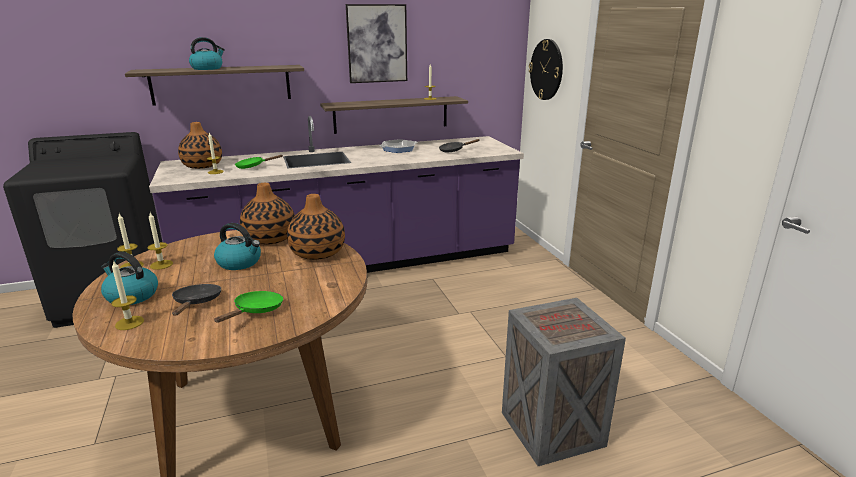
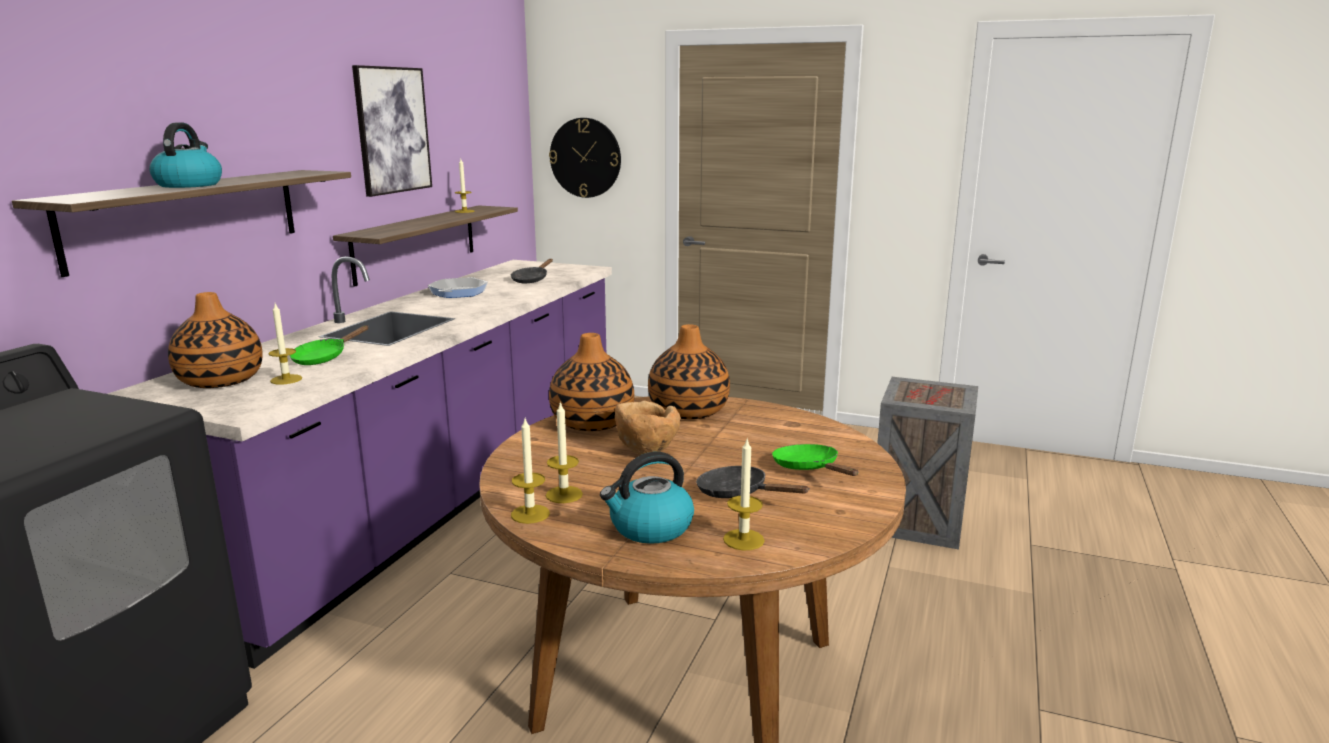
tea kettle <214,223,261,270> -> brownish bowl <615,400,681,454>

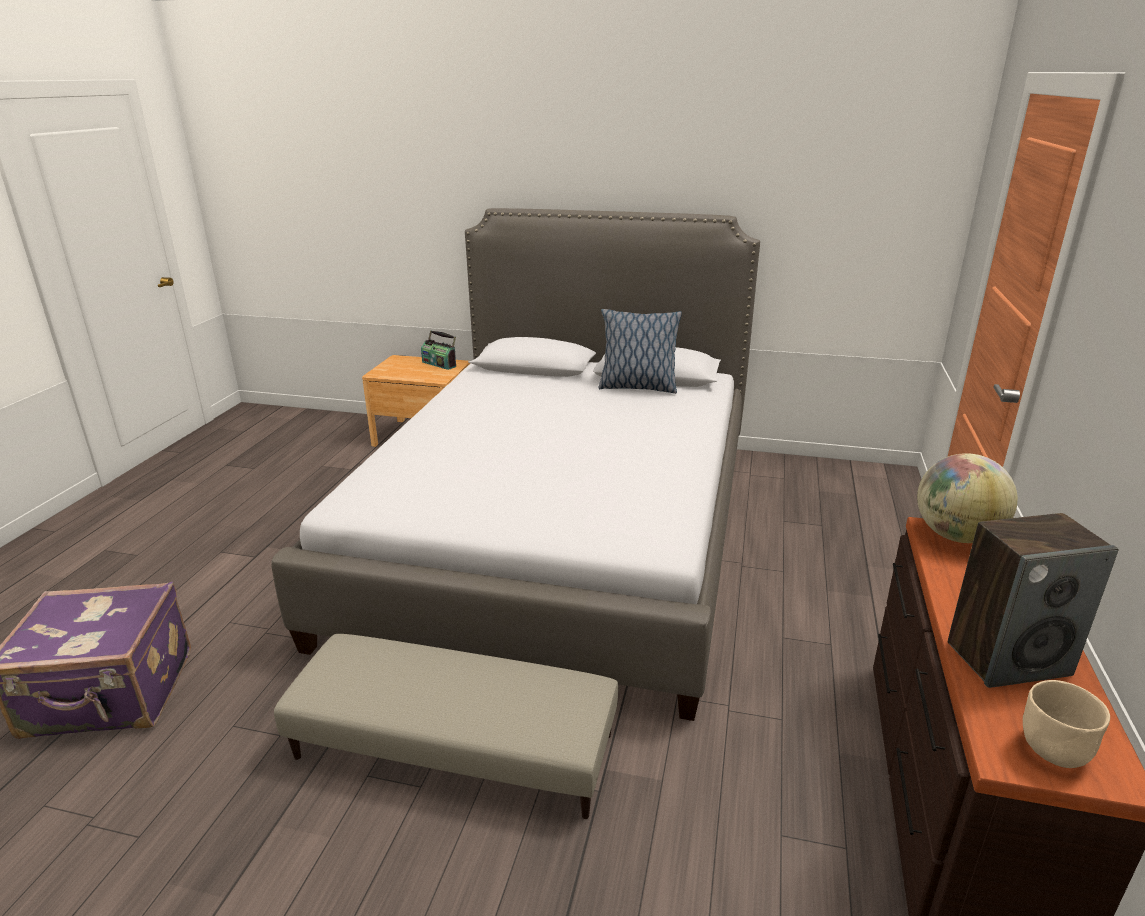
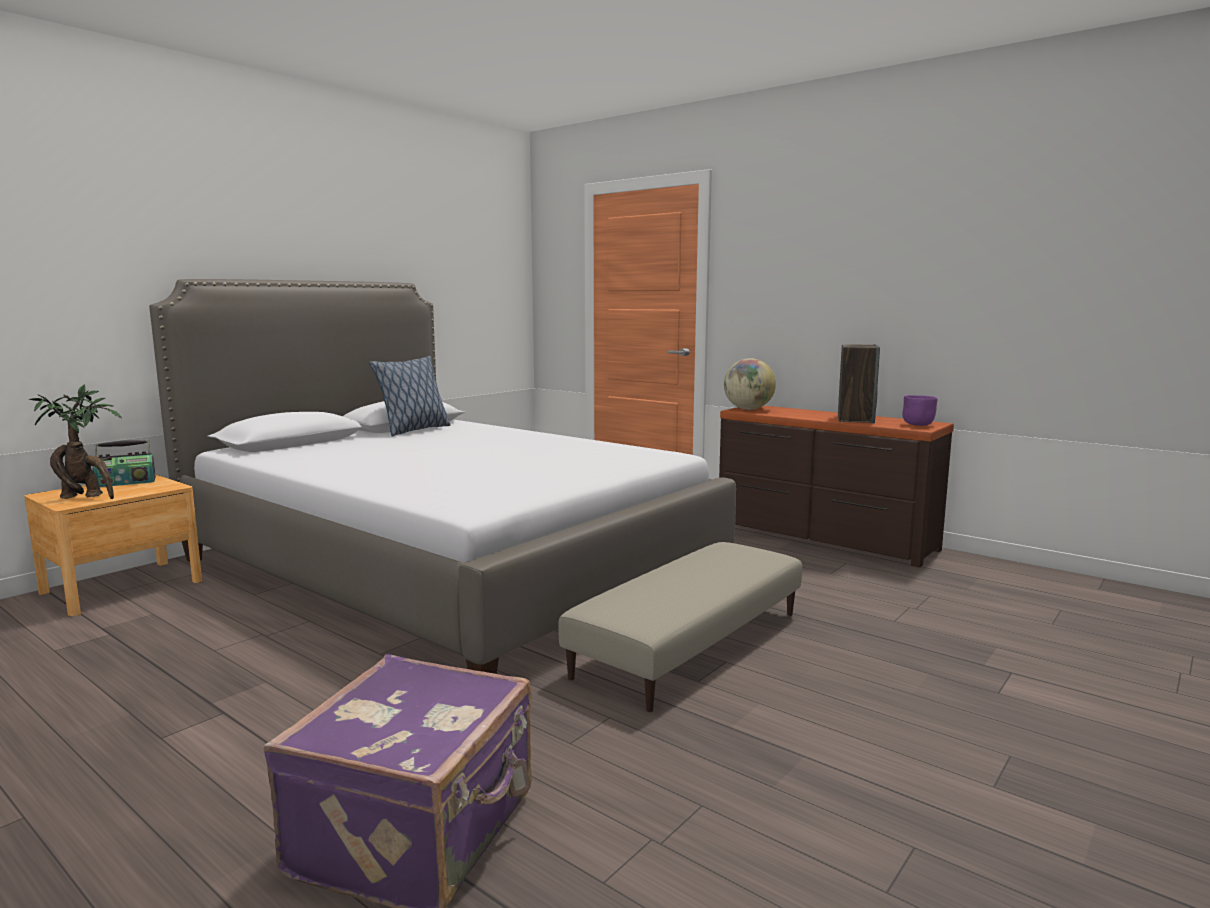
none -> houseplant <29,384,122,499>
sand-coloured bowl <1023,680,1110,768> -> purple-coloured bowl <902,395,937,426>

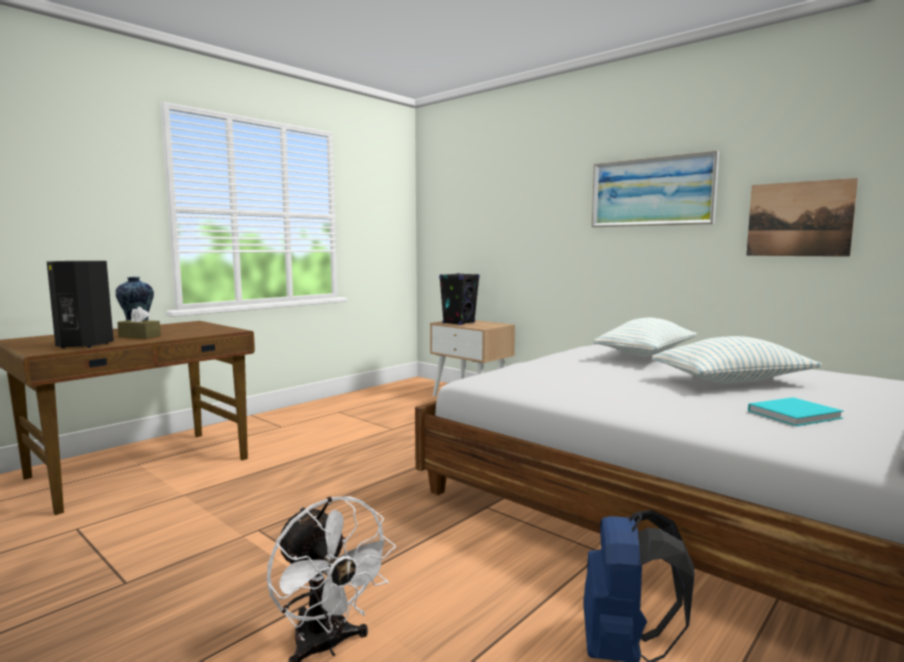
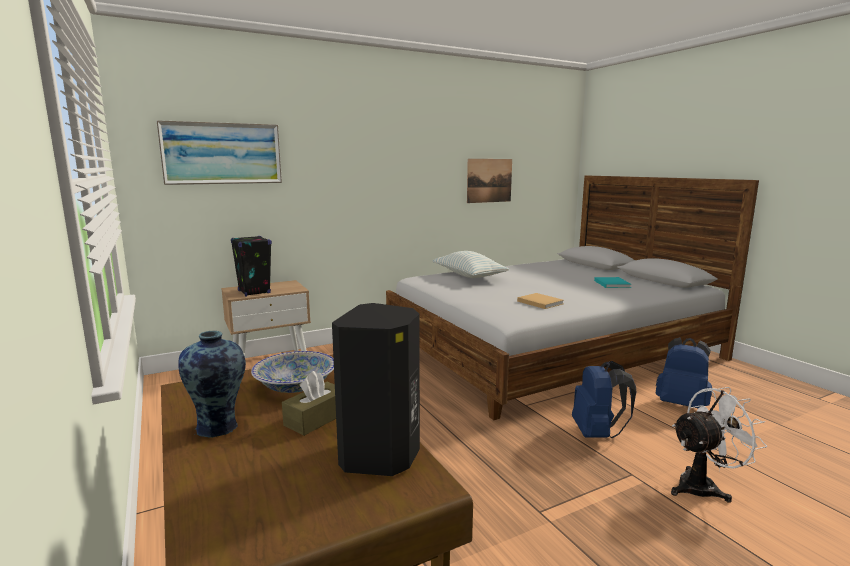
throw pillow <652,336,822,383> -> none
none -> bowl <251,351,334,393>
none -> sand-coloured bound book <517,293,563,309>
none -> blue-coloured knapsack <572,361,636,438>
picture <592,151,719,227> -> picture <156,120,282,185>, moved

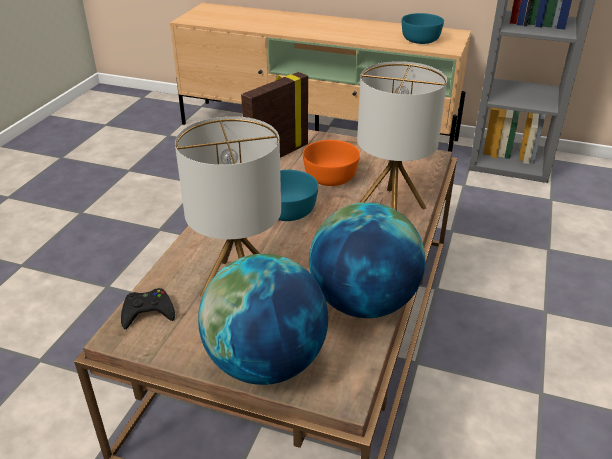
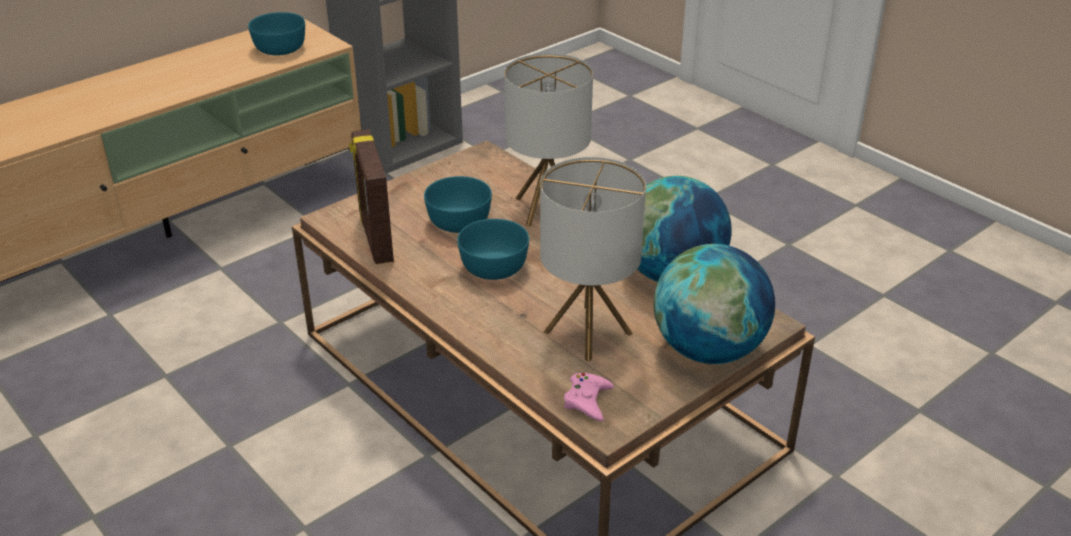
blackish game controller <121,288,175,329> -> pink game controller <564,373,614,421>
orange-coloured bowl <303,140,360,186> -> turquoise bowl <424,176,492,233>

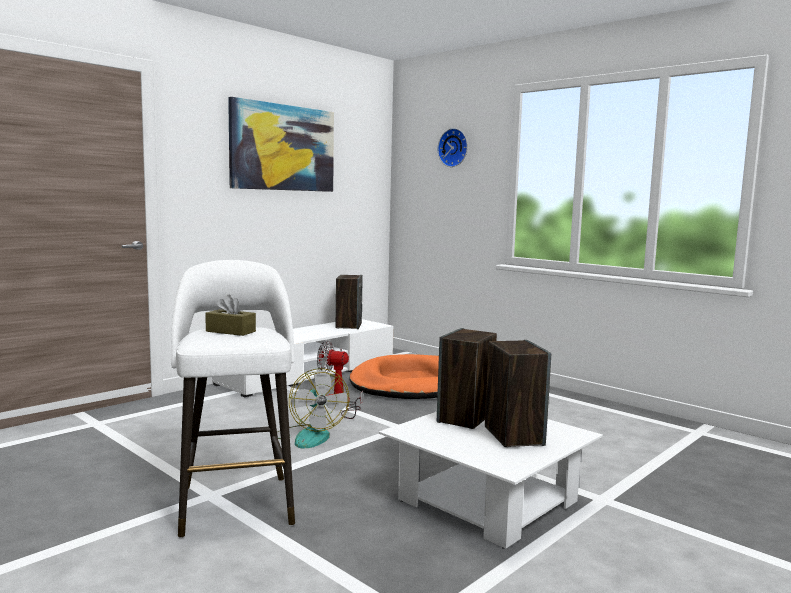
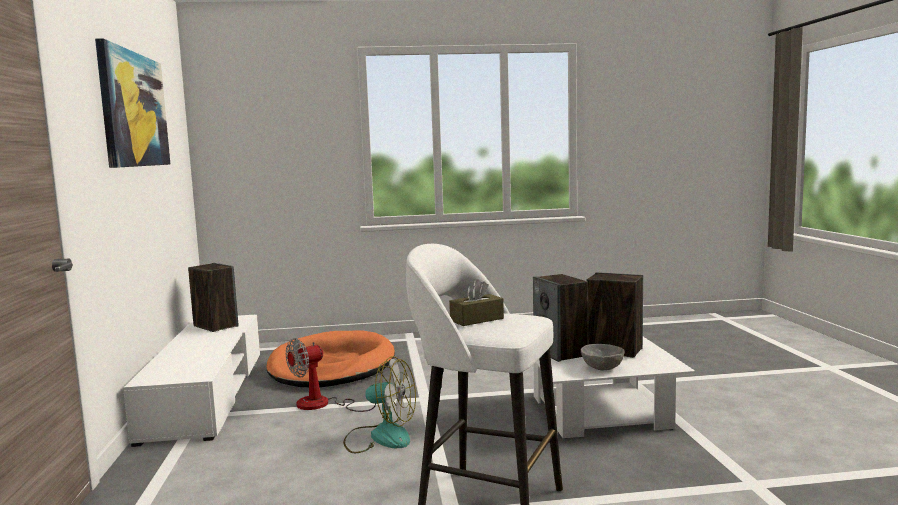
clock on the wall <438,128,468,167> -> none
none -> grey bowl <581,344,625,370>

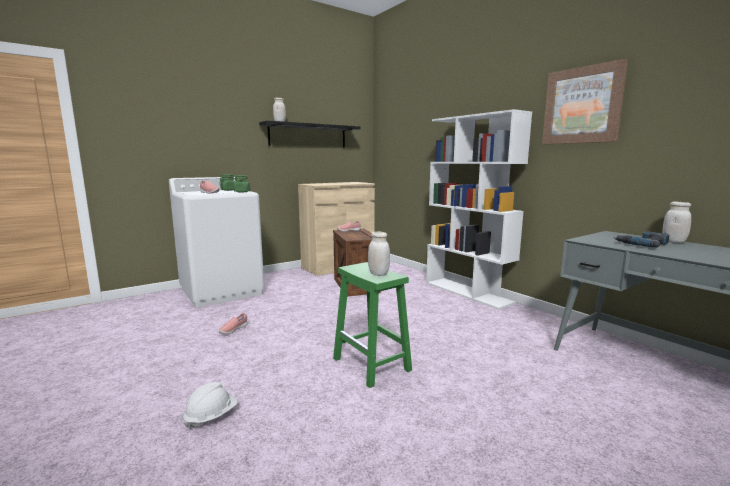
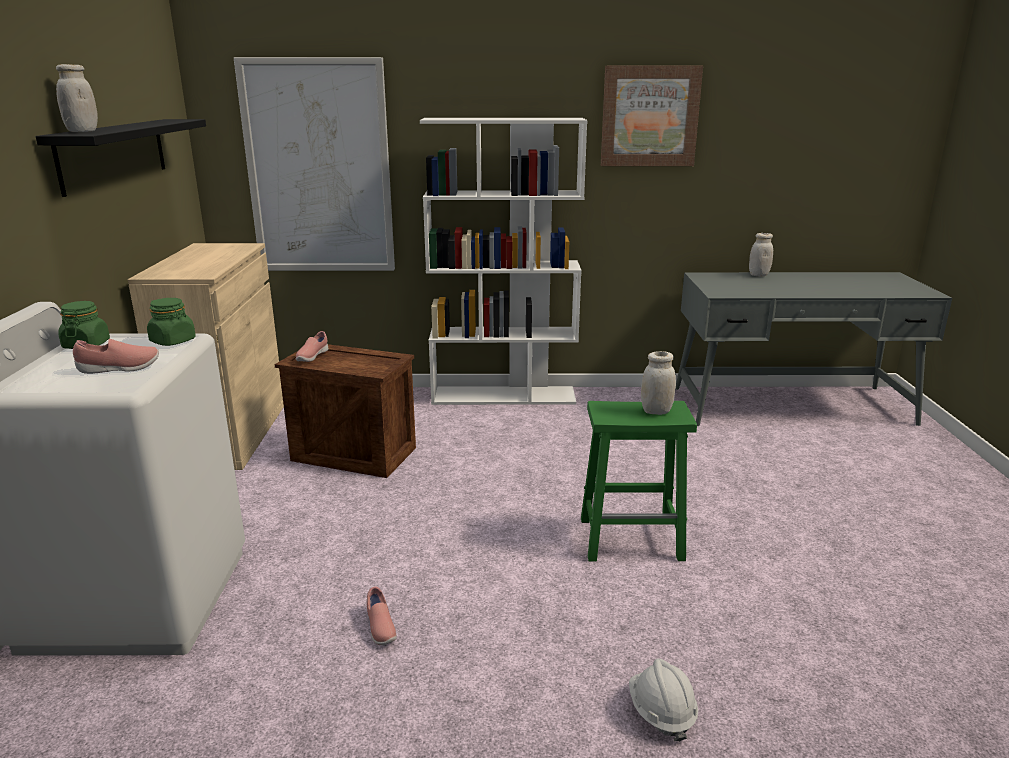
drill <613,231,669,248> -> none
none -> picture <234,57,395,271>

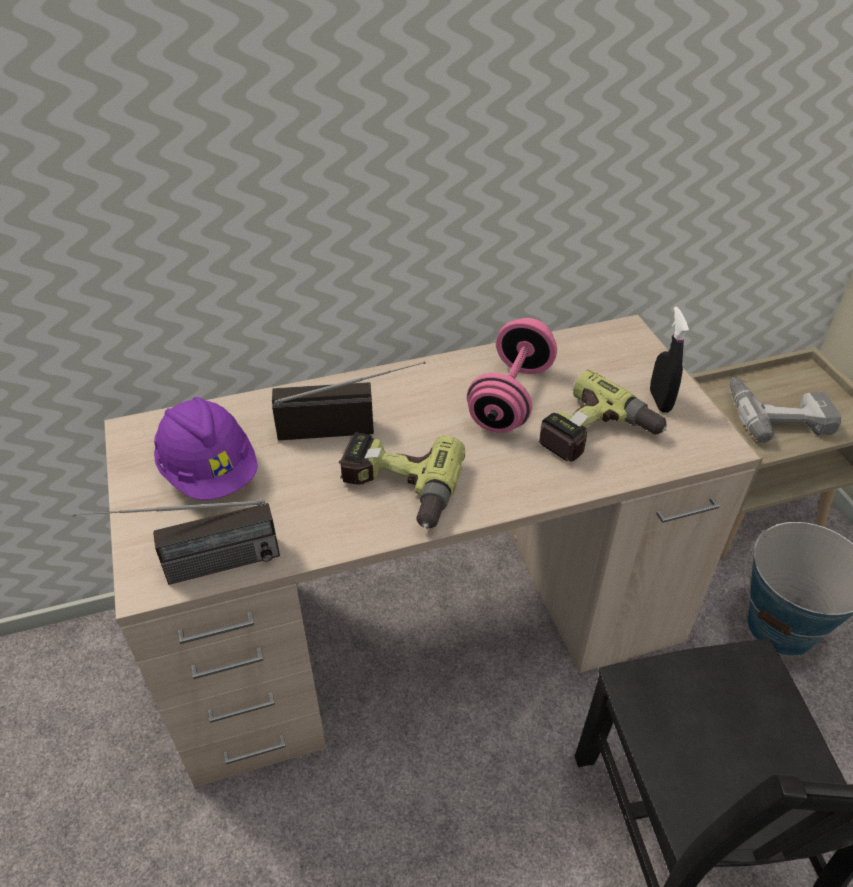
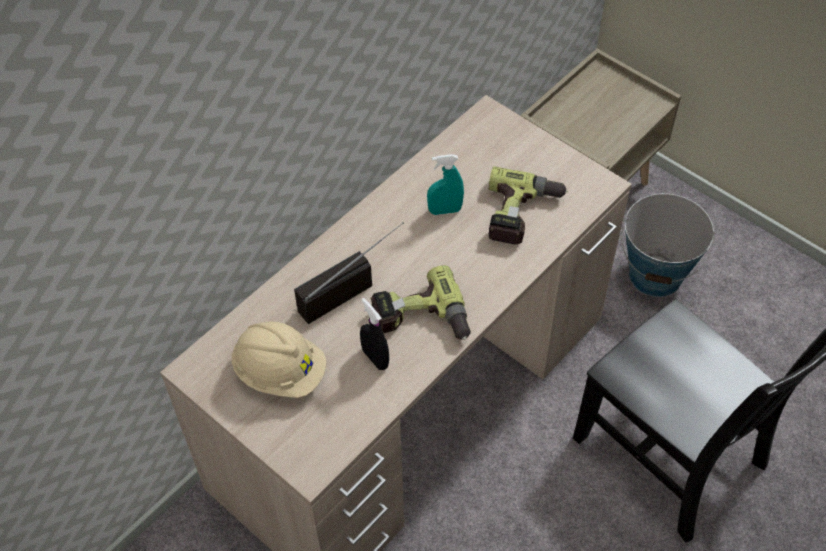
radio set <73,500,280,585> -> none
drill <730,377,841,443> -> none
blackish hand sprayer <650,307,689,413> -> blackish hand sprayer <360,298,389,370>, moved
pink dumbbell <467,318,557,433> -> turquoise hand sprayer <427,154,464,215>
purple-coloured safety helmet <154,397,258,500> -> sand-coloured safety helmet <232,321,326,398>

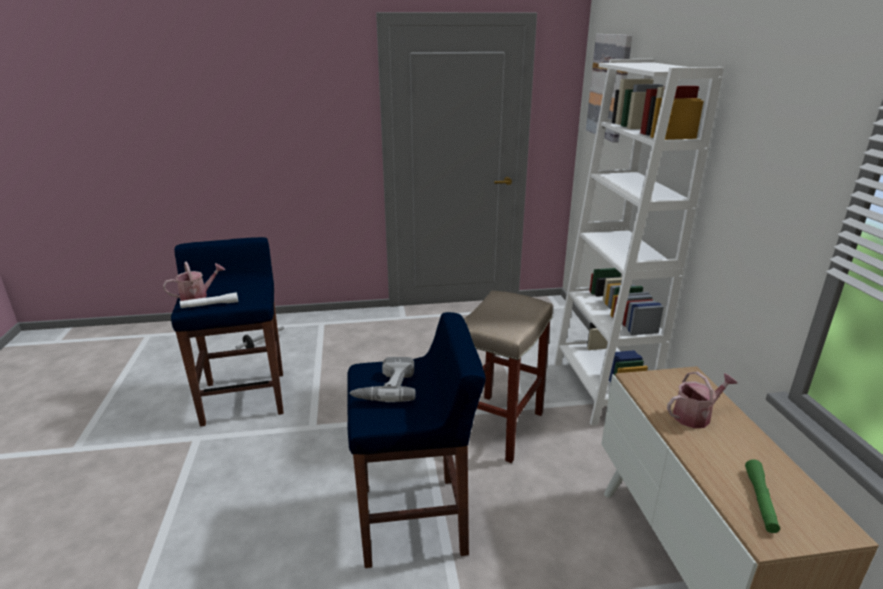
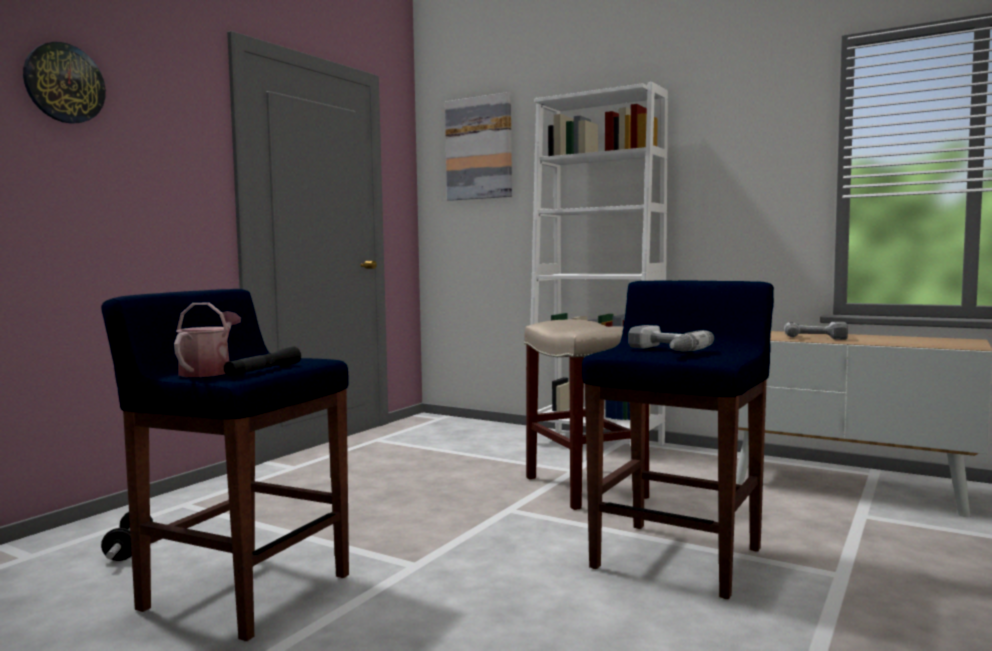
green-coloured torch <745,459,780,533> -> none
none -> clock on the wall <23,42,106,124>
watering can <667,371,737,428> -> drill <784,322,848,340>
white-coloured torch <180,292,238,308> -> blackish torch <224,346,301,376>

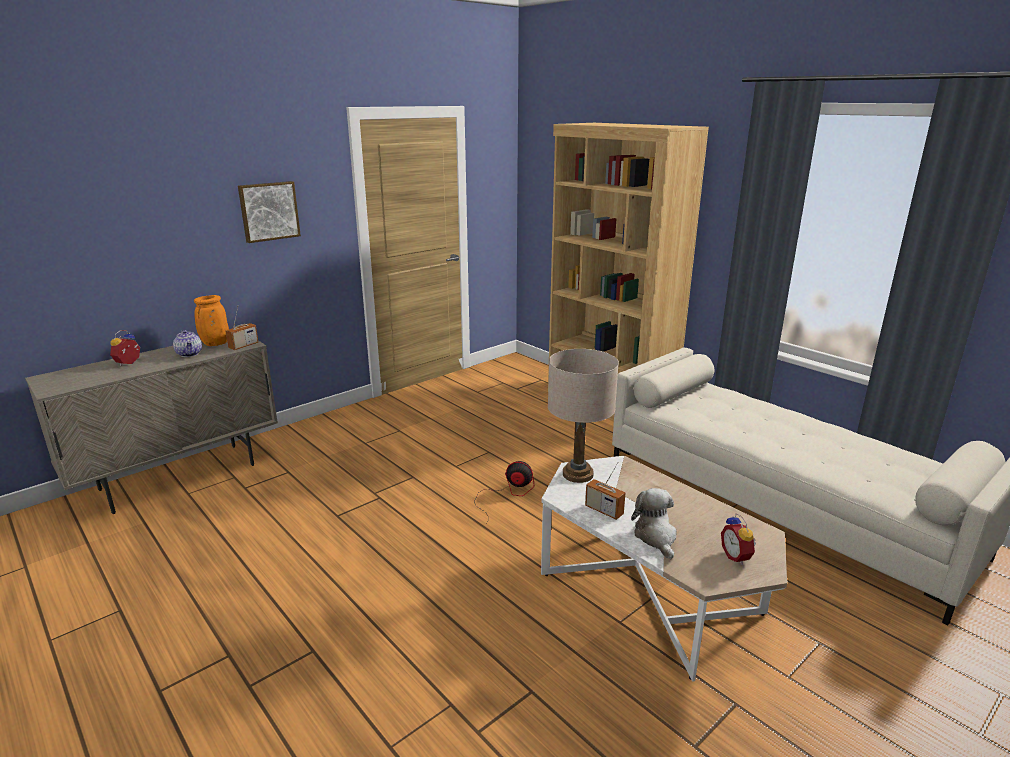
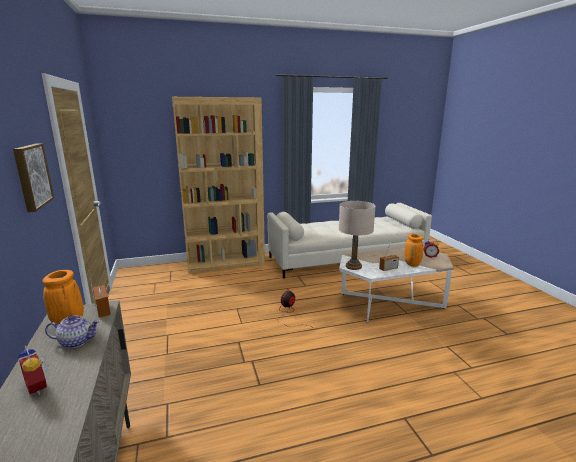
plush toy <631,488,677,560> -> orange-coloured vase <405,234,423,267>

